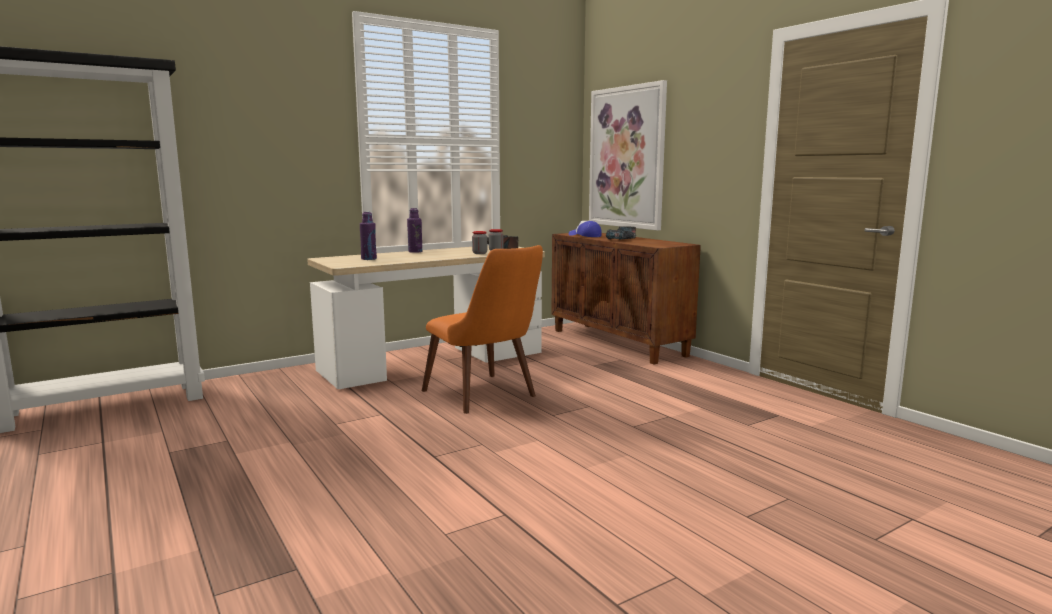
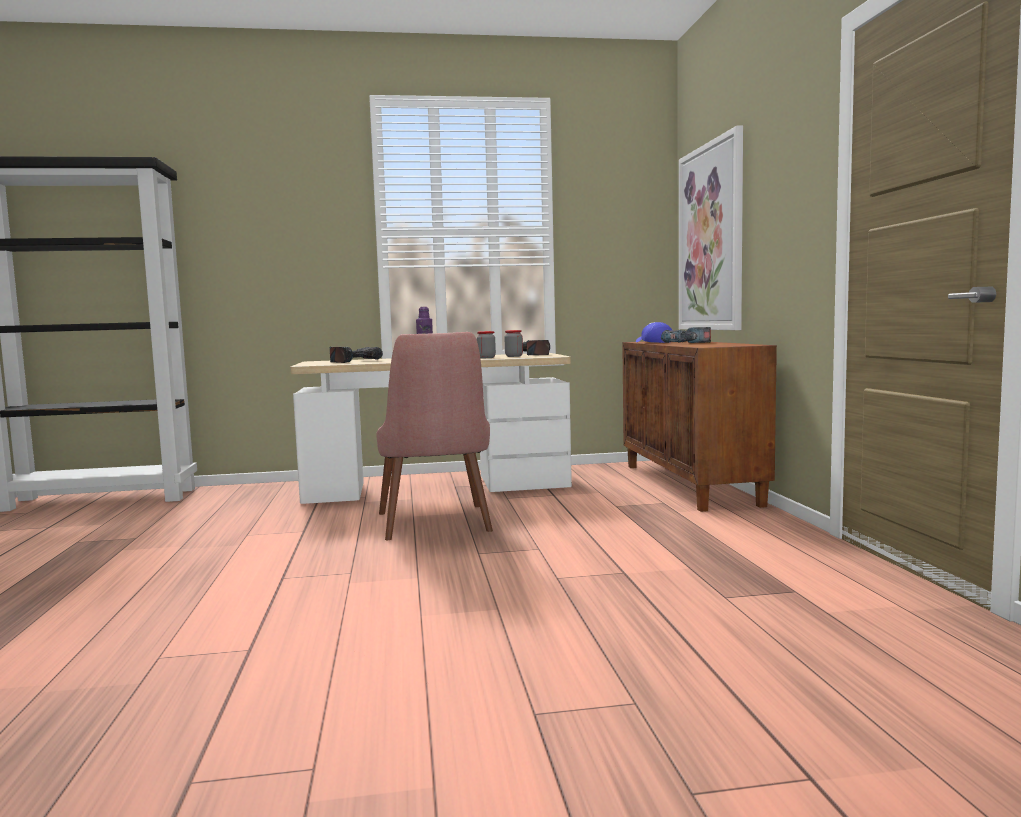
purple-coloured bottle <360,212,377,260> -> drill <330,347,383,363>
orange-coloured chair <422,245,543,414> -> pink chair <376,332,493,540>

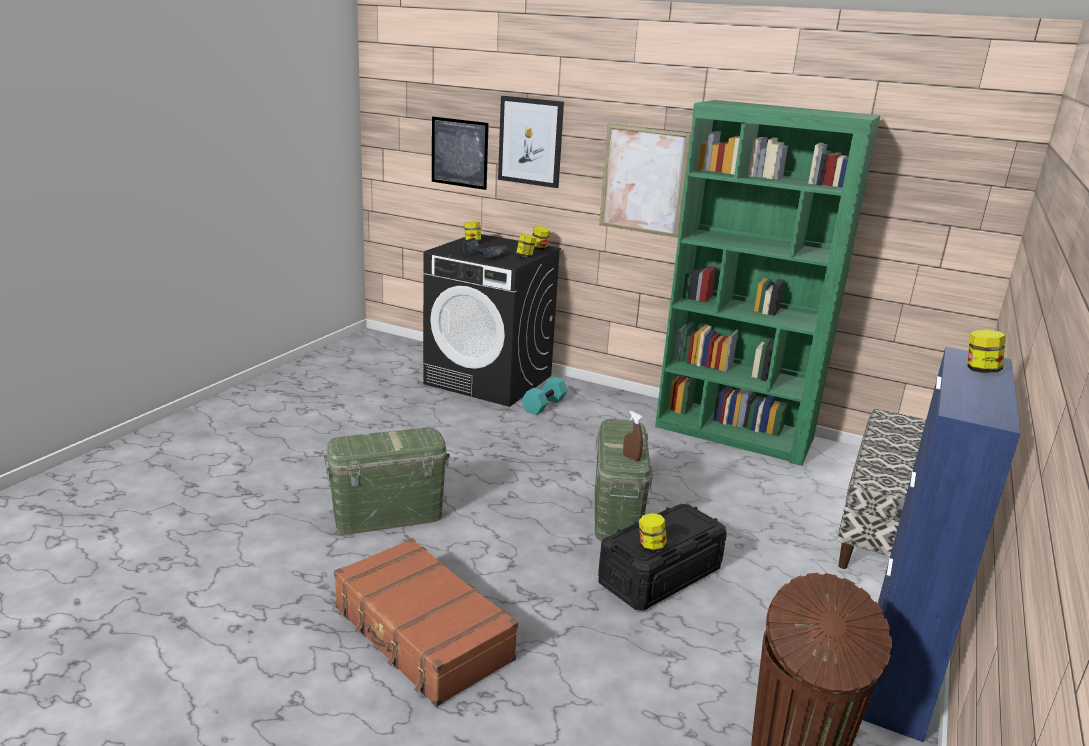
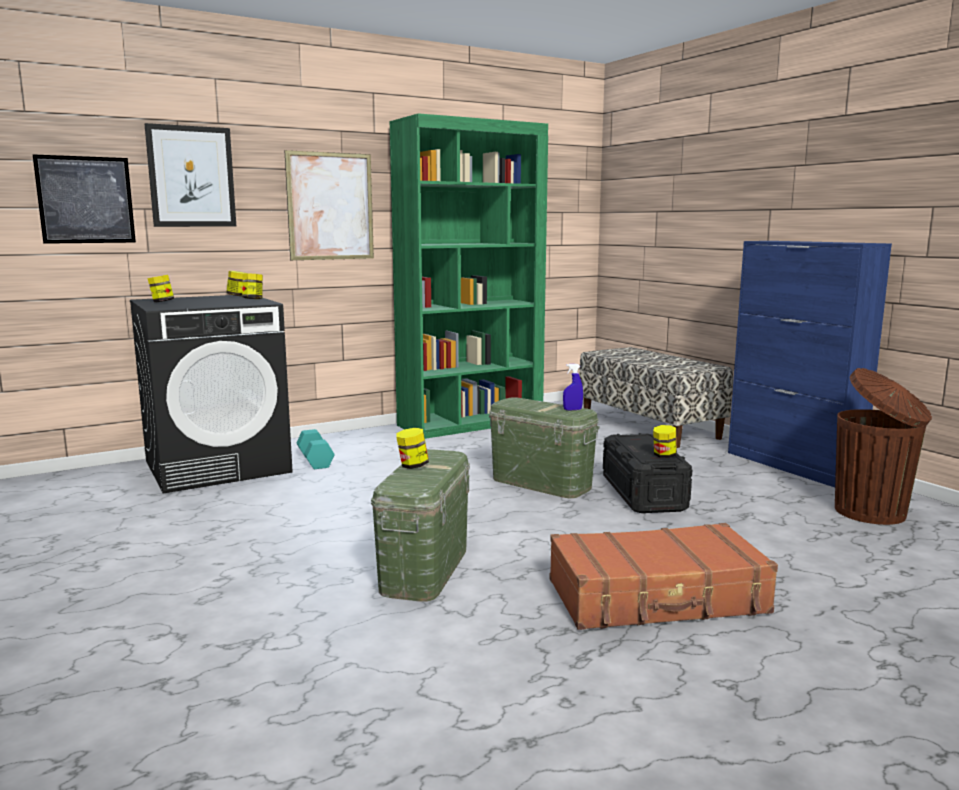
drill <463,238,507,259> -> none
storage jar <968,330,1006,373> -> storage jar <396,428,429,469>, moved
brownish hand sprayer <623,411,643,461> -> blue-coloured hand sprayer <563,364,583,410>

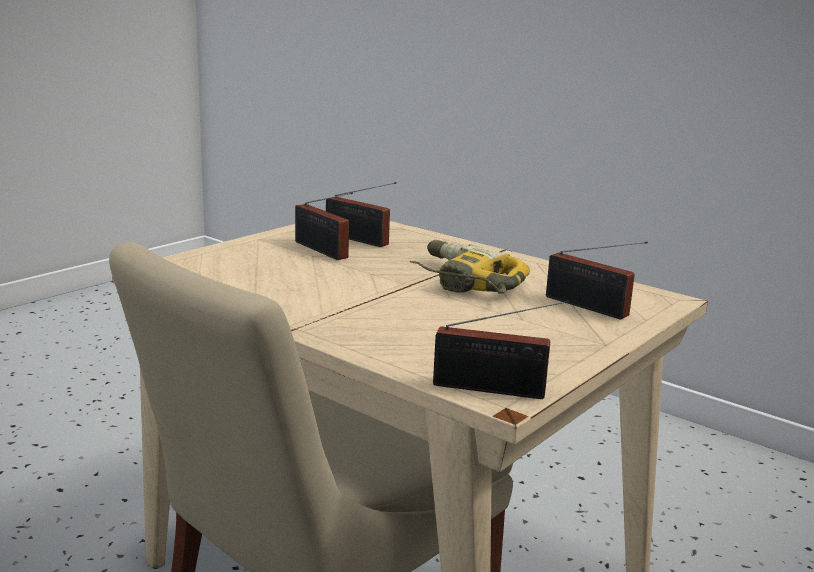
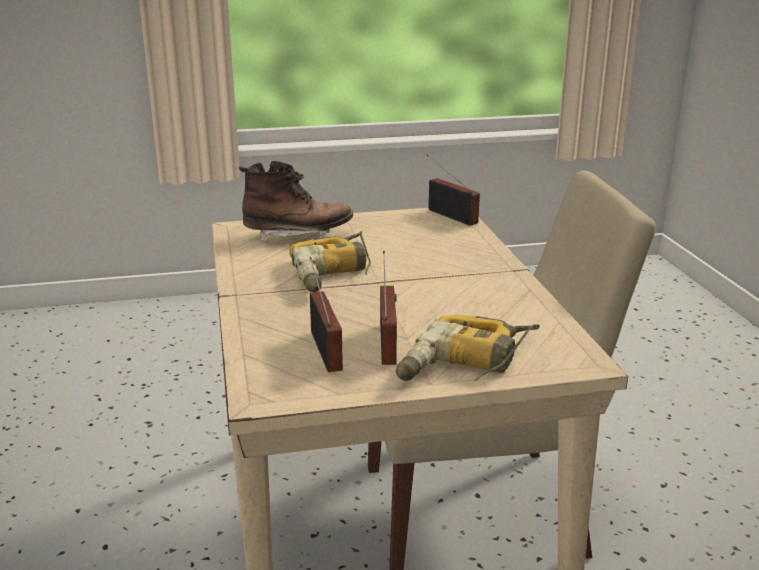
none -> drill <396,315,540,381>
radio set <546,242,648,319> -> brownish tall boot <239,161,353,243>

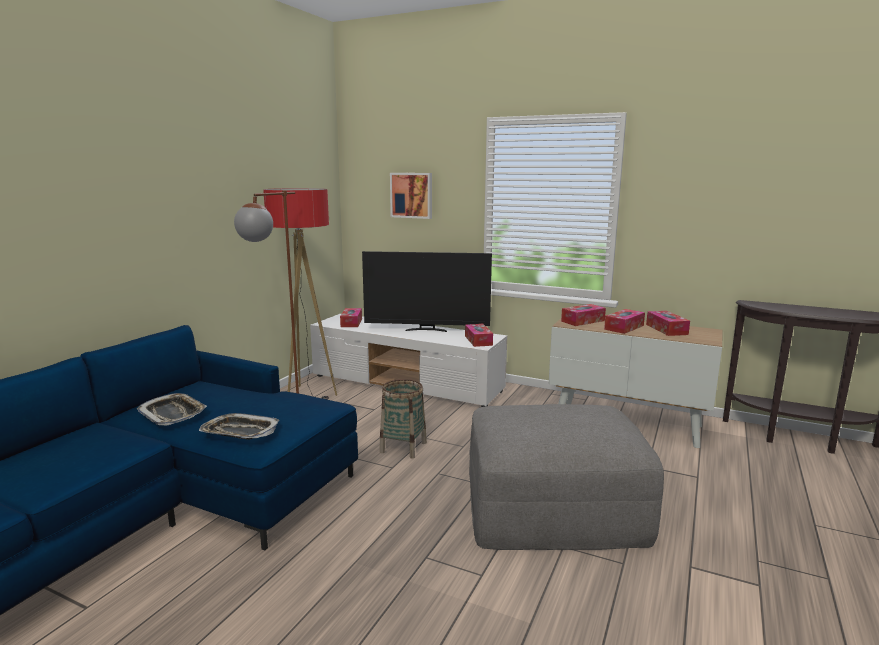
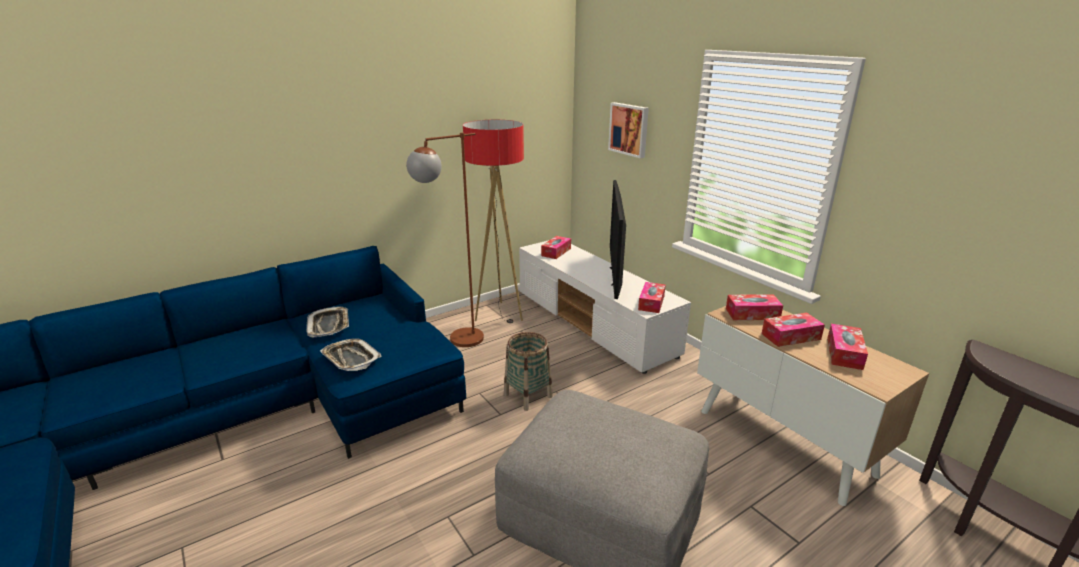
TV <362,251,492,332> -> TV <610,180,626,299>, 60 degrees clockwise

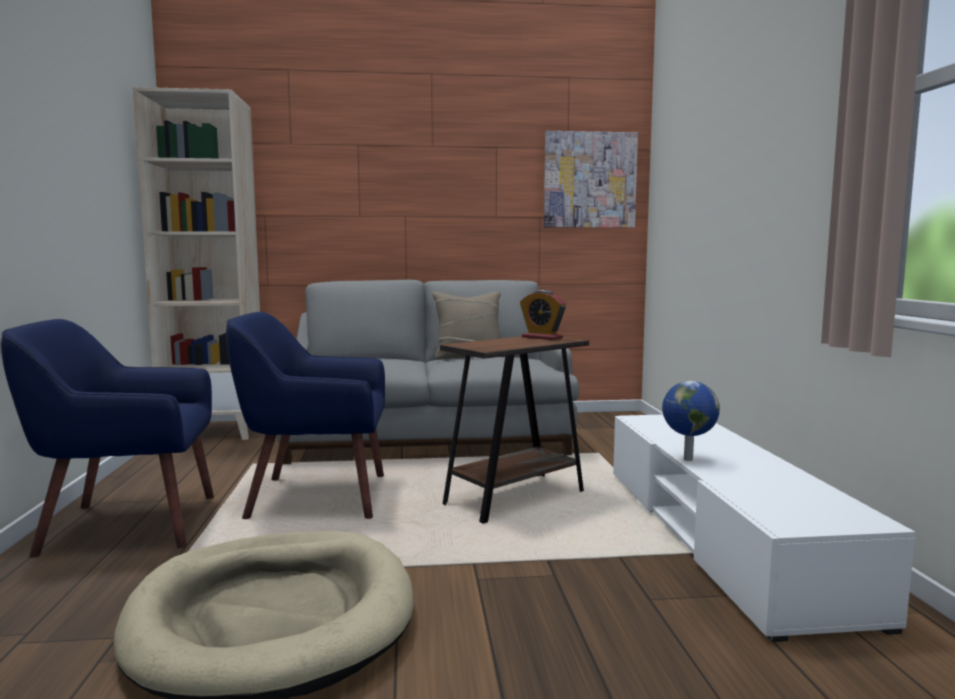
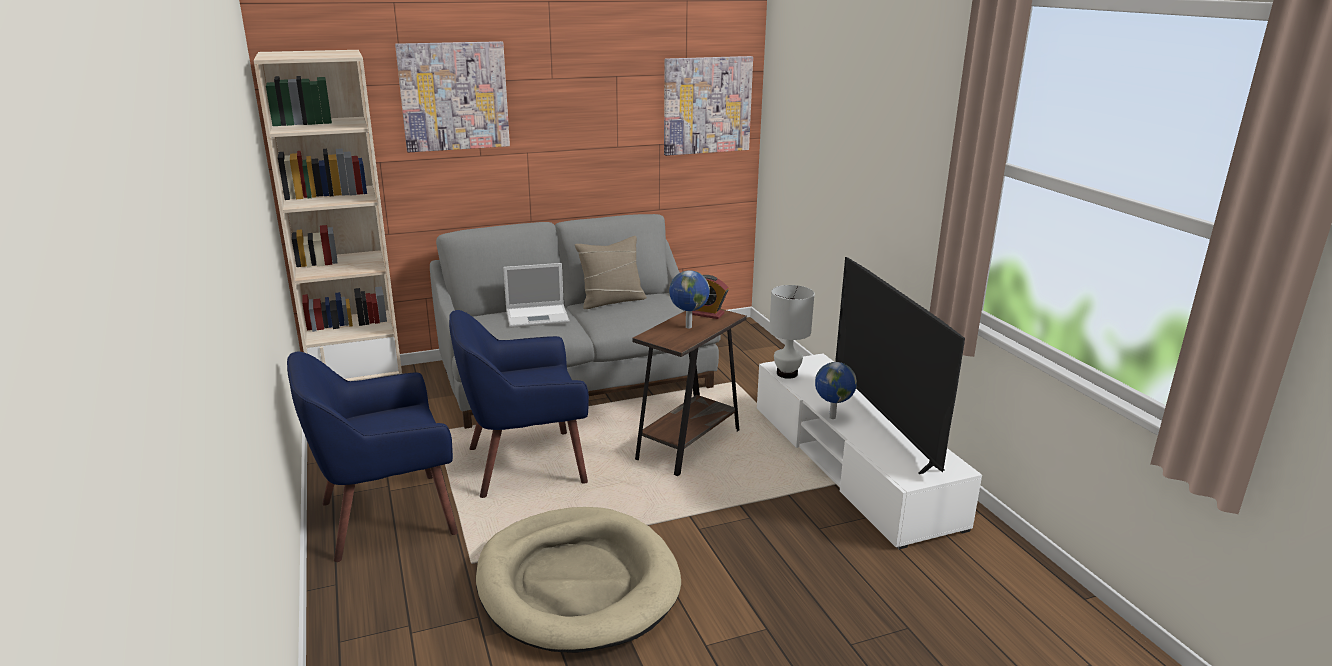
none -> picture <395,41,510,152>
none -> laptop <503,263,570,328>
none -> world globe <669,270,710,328>
none -> white-coloured table lamp <769,285,815,379>
none -> TV <835,257,965,474>

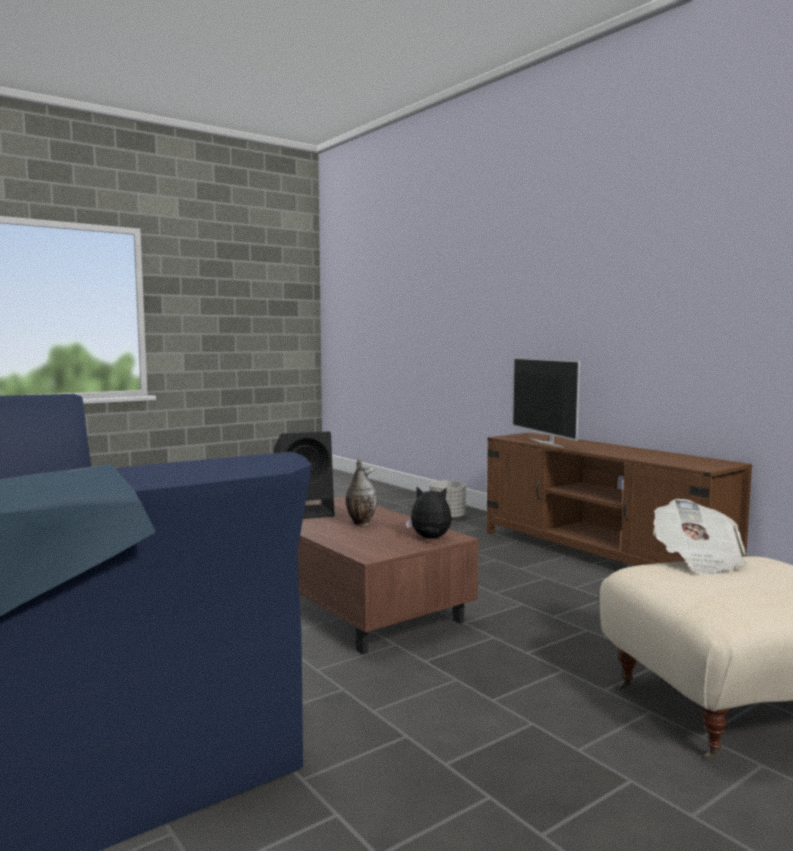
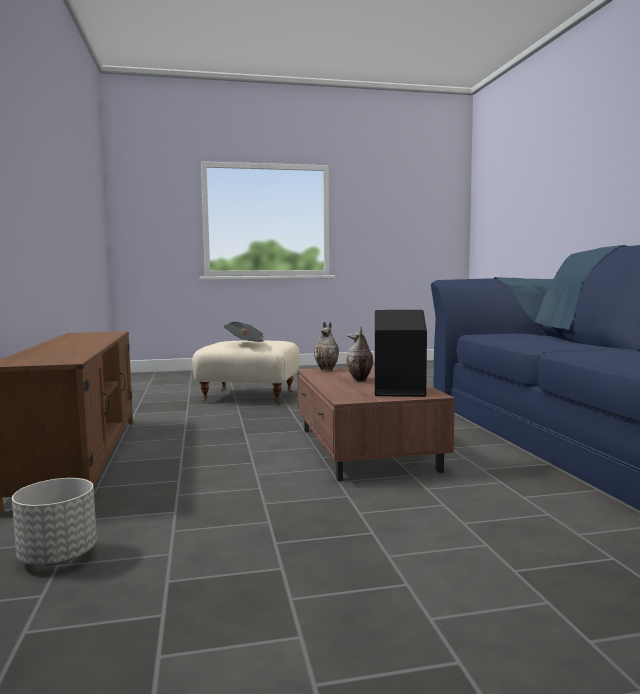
TV <513,358,580,447> -> none
plush toy <406,486,452,538> -> vase <314,321,339,372>

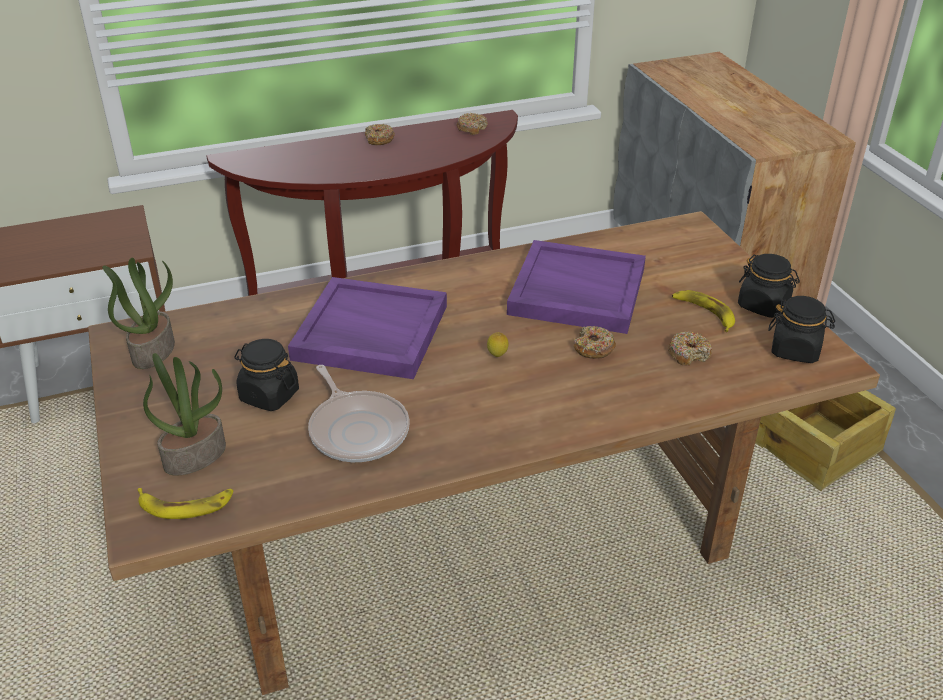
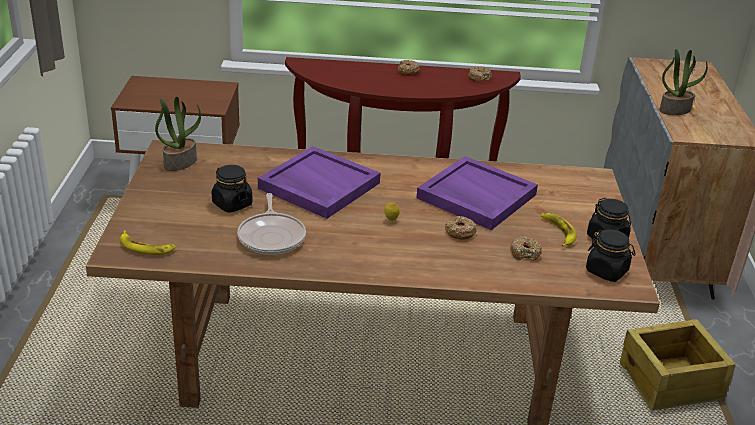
houseplant <143,353,226,476> -> houseplant <660,49,708,115>, moved

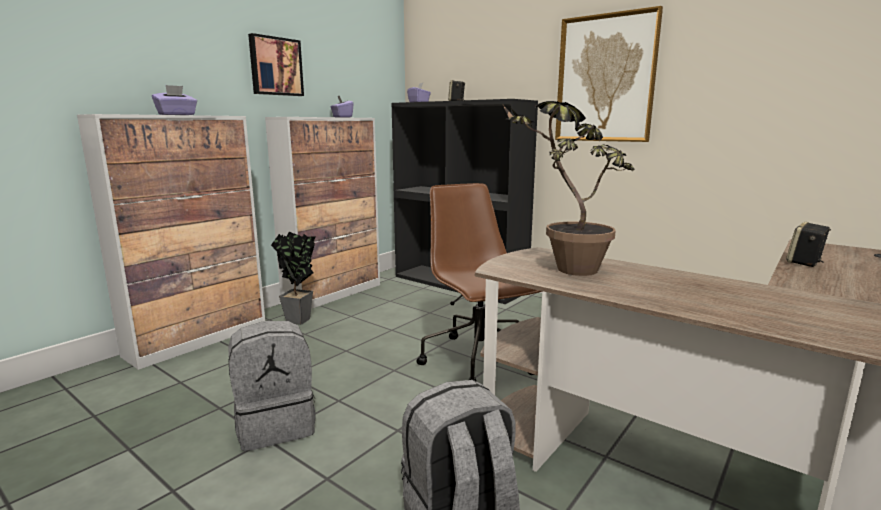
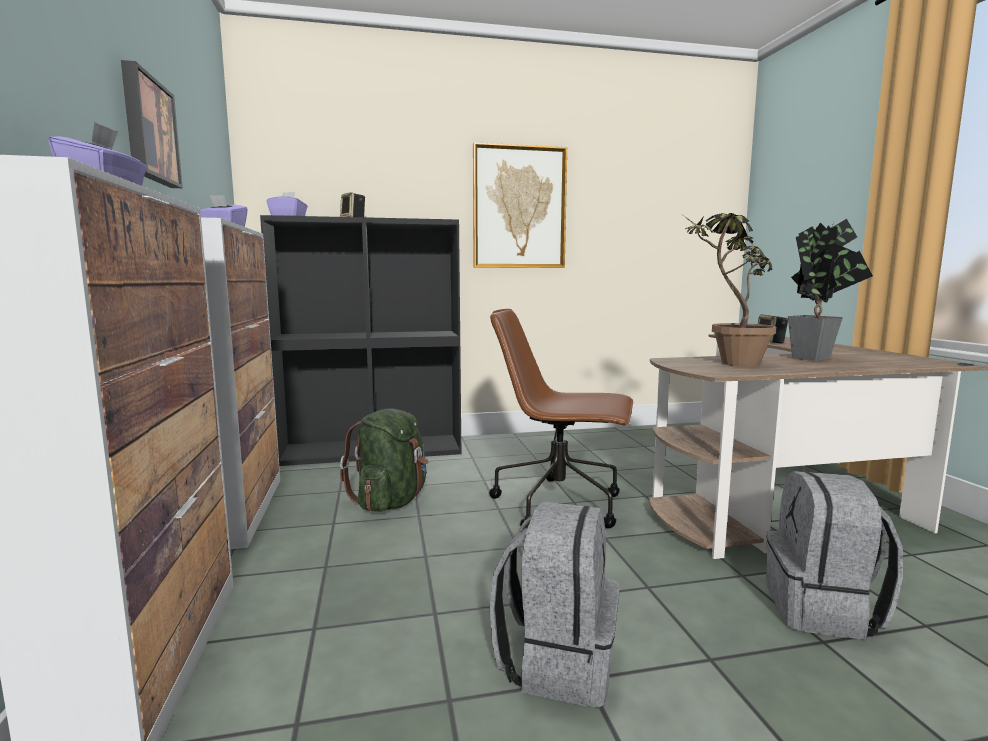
none -> green-coloured knapsack <340,409,428,511>
houseplant <271,232,316,325> -> houseplant <788,219,873,361>, moved

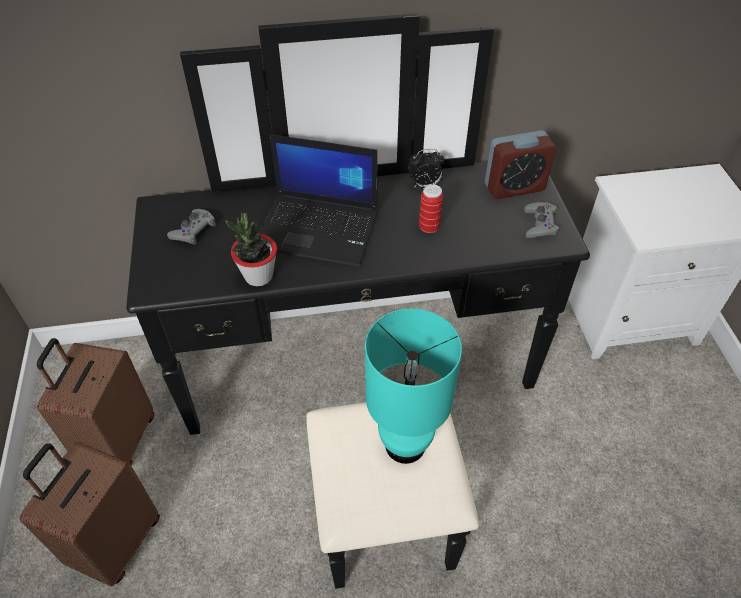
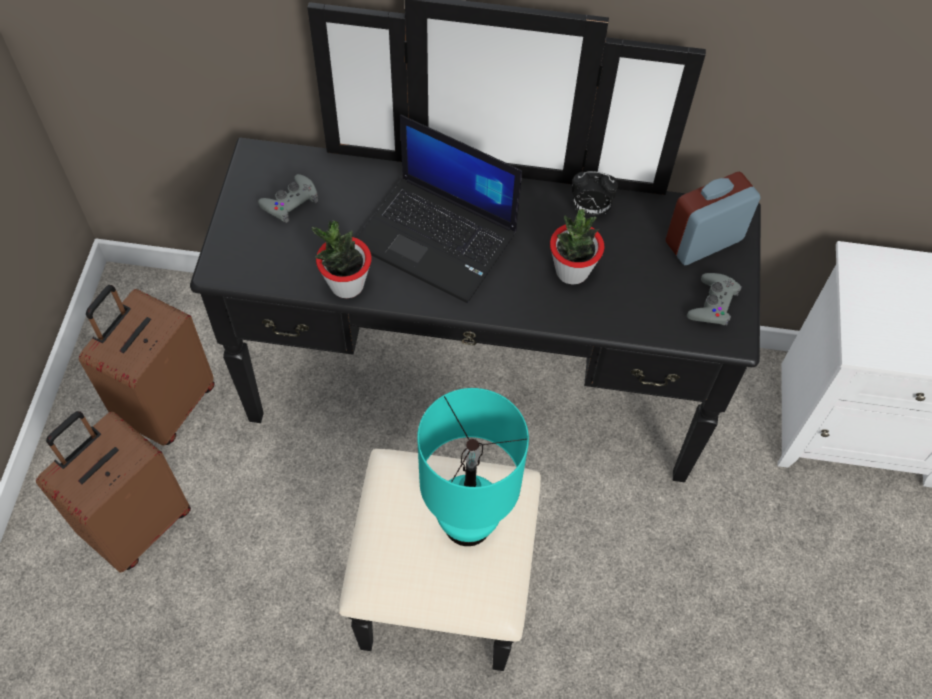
can <419,184,443,233> -> houseplant <550,209,604,285>
table clock <485,130,556,199> -> table clock <665,172,761,265>, 150 degrees clockwise

